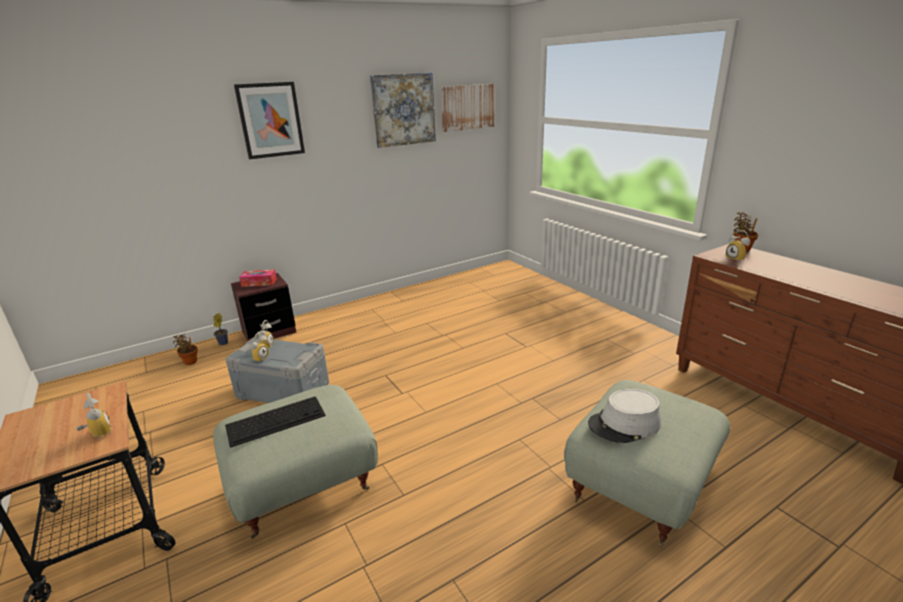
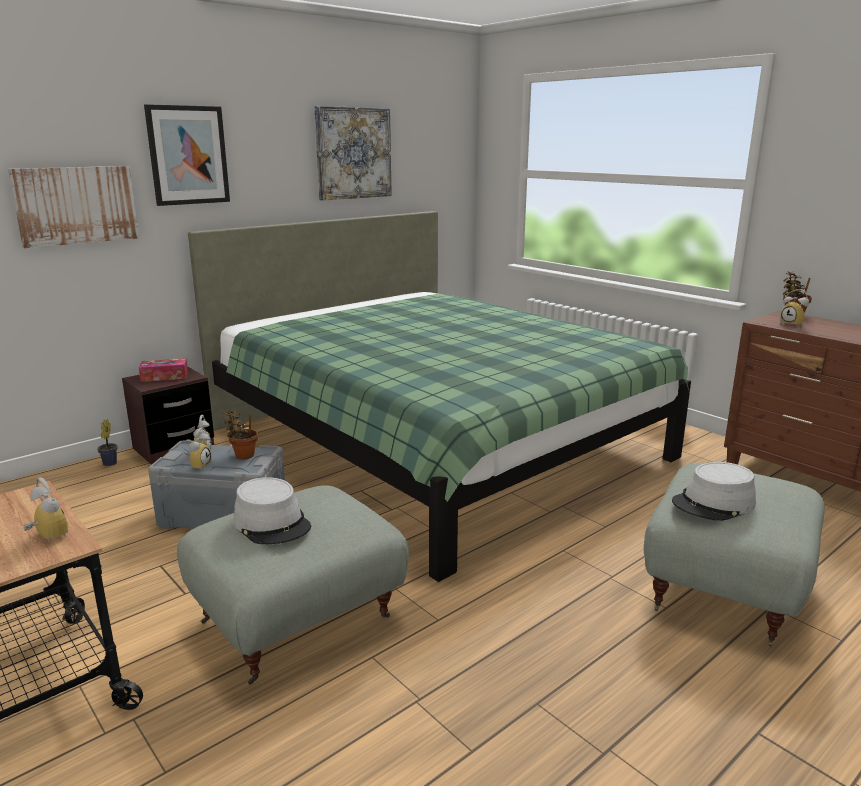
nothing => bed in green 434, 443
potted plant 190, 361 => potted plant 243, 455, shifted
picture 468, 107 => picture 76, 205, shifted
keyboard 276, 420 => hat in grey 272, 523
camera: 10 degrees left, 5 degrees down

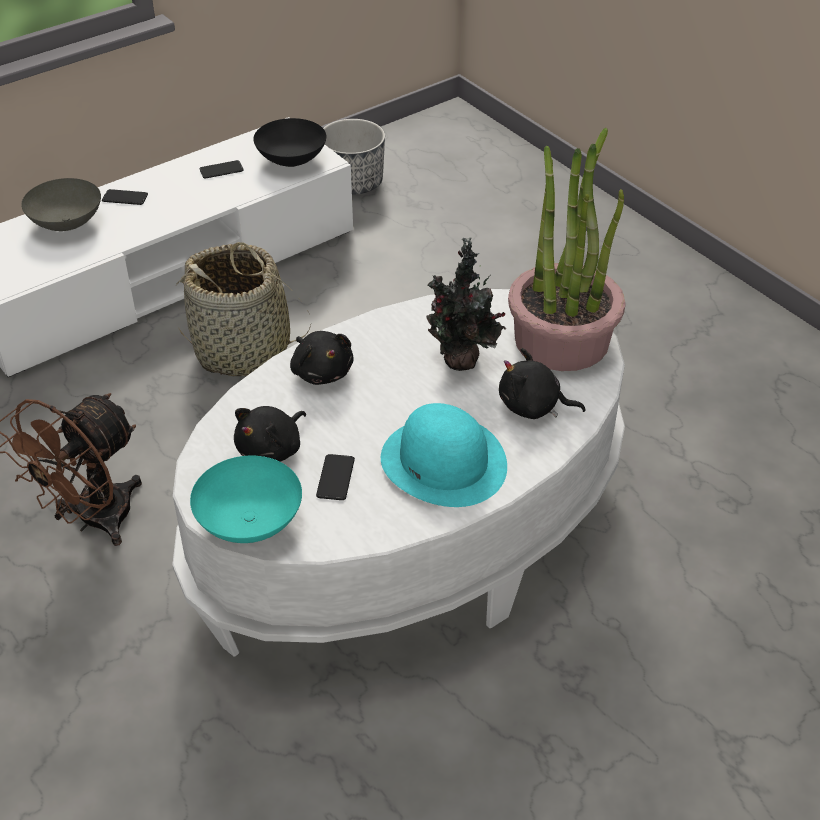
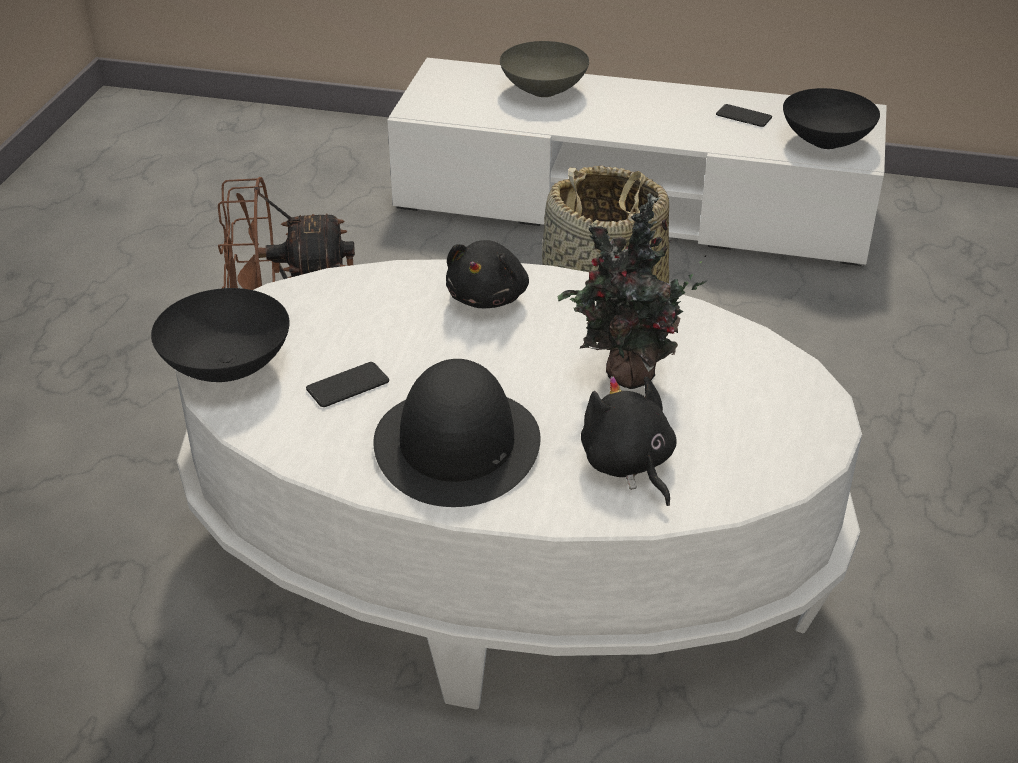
phone 125, 198 => nothing
plush toy in black 272, 449 => nothing
planter 354, 183 => nothing
potted plant 562, 339 => nothing
bowl in turquoise 249, 522 => bowl in black 227, 366
hat in turquoise 444, 462 => hat in black 457, 445
camera: 50 degrees right, 5 degrees down

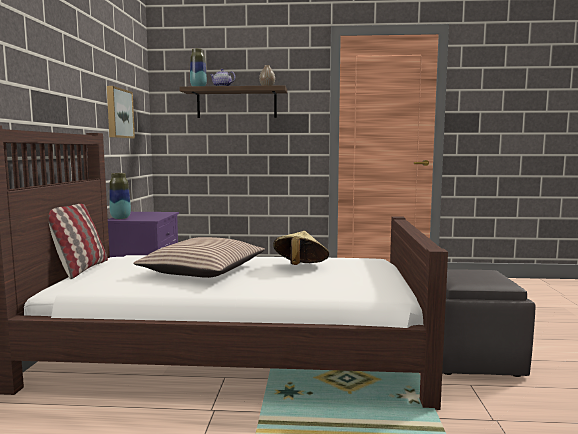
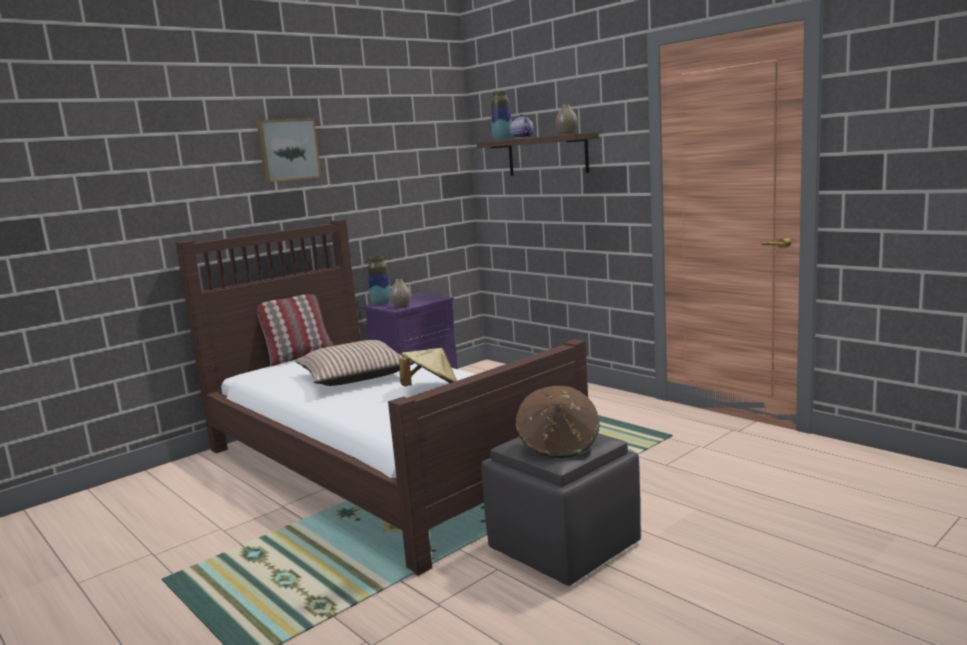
nothing => vase 401, 306
nothing => hat in brown 559, 445
picture 118, 113 => picture 288, 150, shifted
camera: 45 degrees right, 5 degrees up

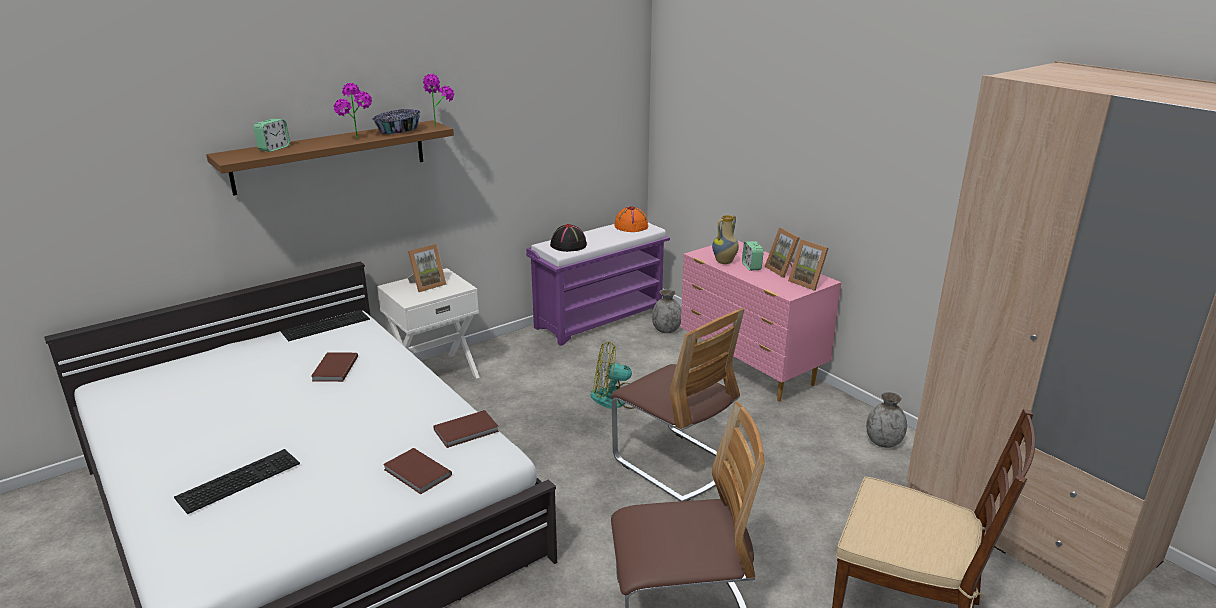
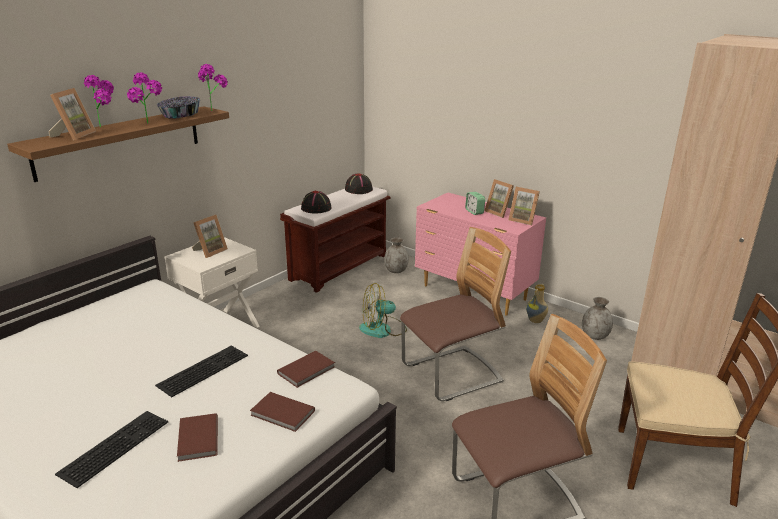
nothing => potted plant 107, 126
keyboard 326, 324 => keyboard 203, 369, shifted
book in brown 334, 369 => book in brown 197, 439, shifted
vase 724, 262 => vase 536, 321, shifted
alarm clock 274, 148 => picture frame 74, 135
bench in purple 600, 318 => bench in brown 339, 267
hat in orange 631, 226 => hat in black 358, 189
chair 675, 463 => chair 451, 374, 60 degrees counterclockwise
camera: 15 degrees left, 0 degrees up

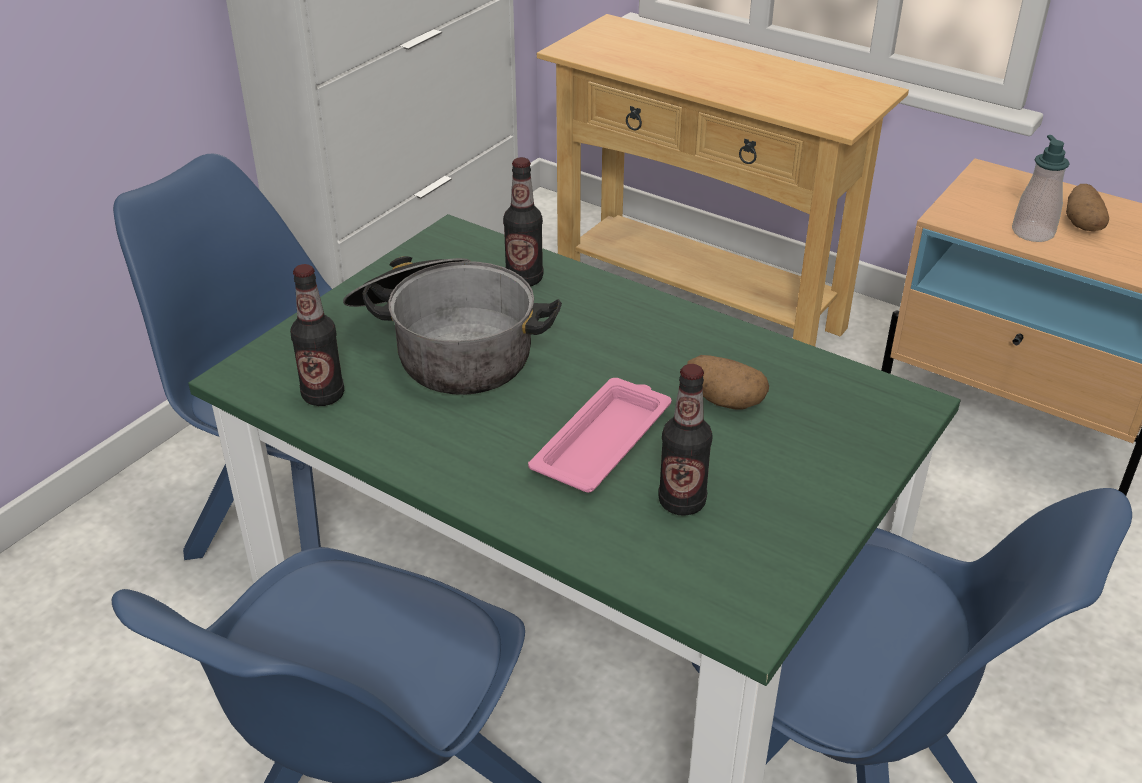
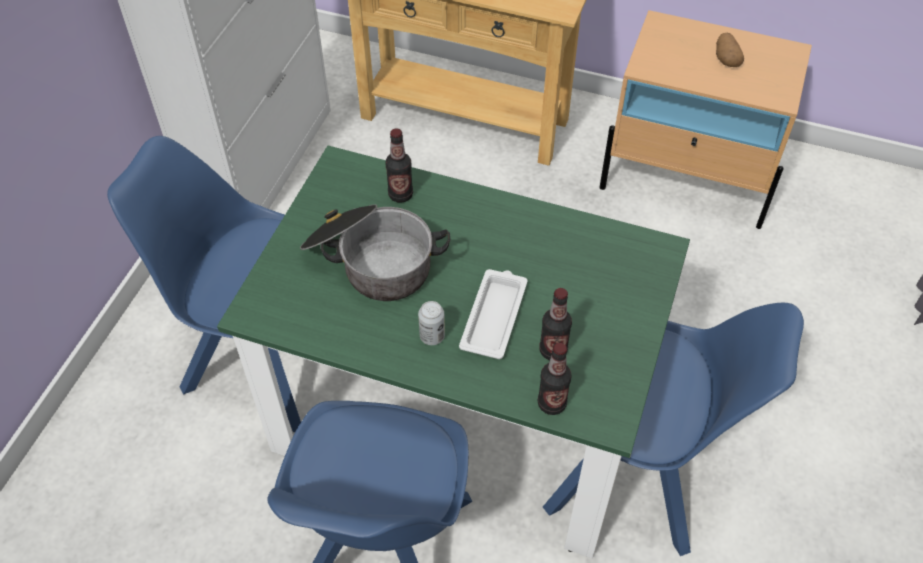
potato 723, 400 => nothing
soap dispenser 1032, 232 => nothing
nothing => can 432, 336
bottle 323, 395 => bottle 551, 403, shifted
tray in pink 604, 441 => tray in white 494, 316
camera: 15 degrees left, 15 degrees up

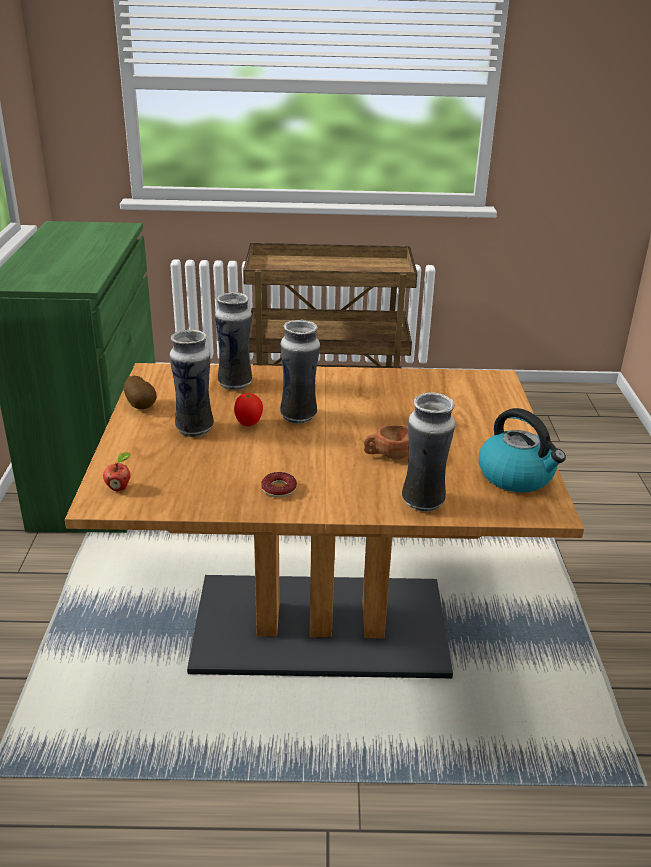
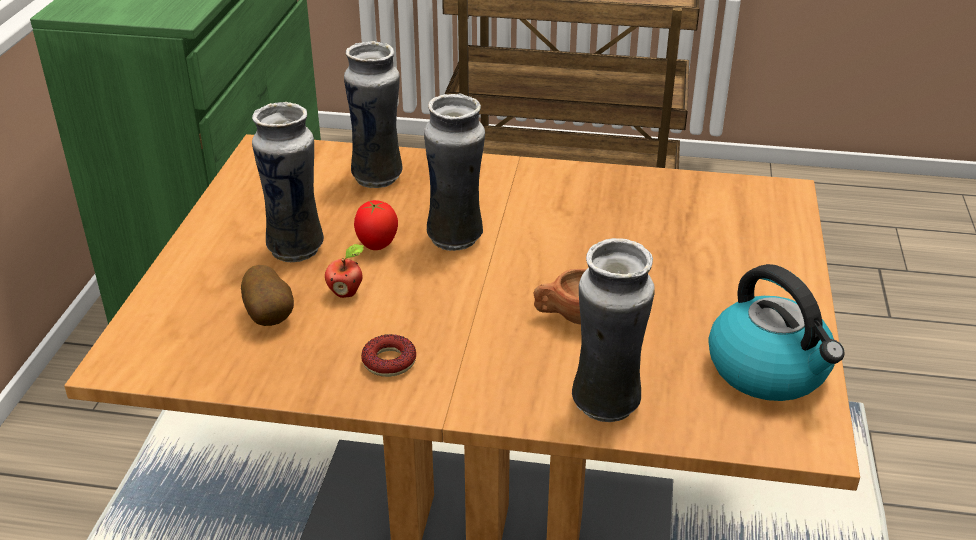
apple 119, 488 => apple 347, 292, shifted
potato 142, 406 => potato 270, 317, shifted
camera: 10 degrees right, 5 degrees up

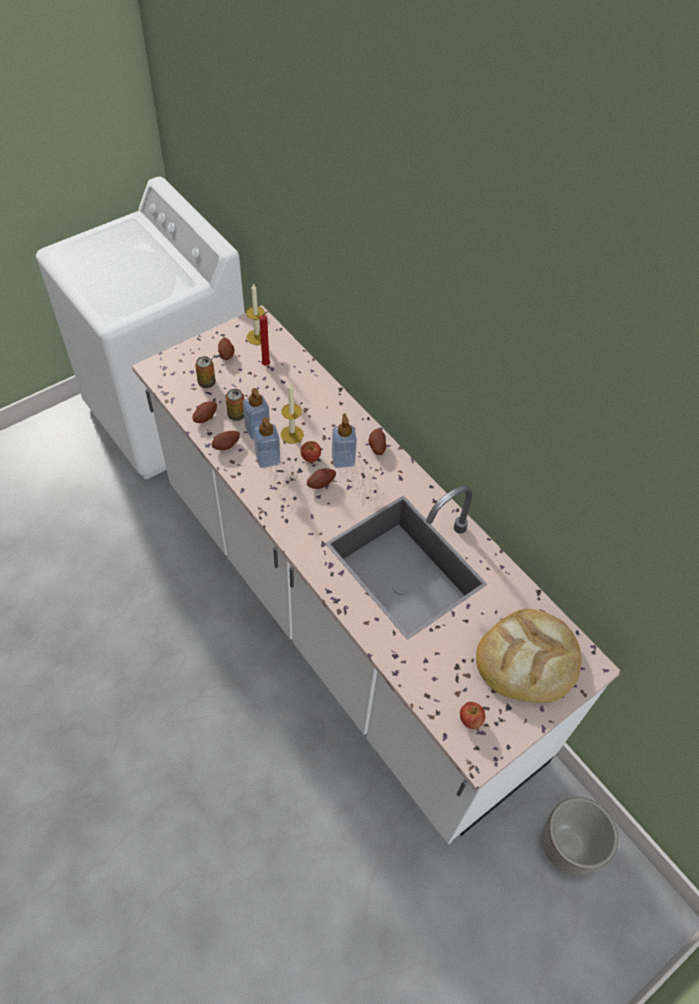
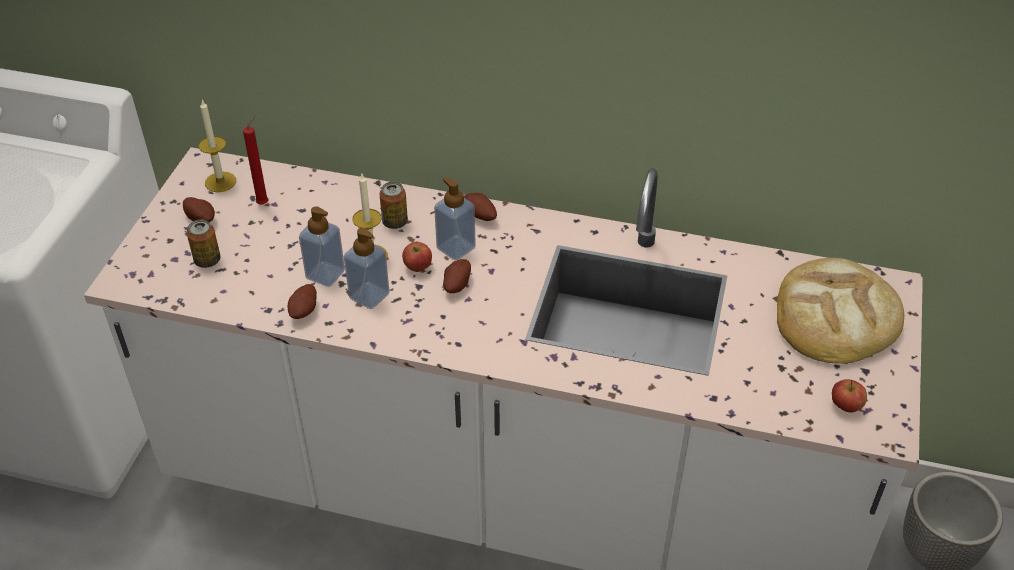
potato 205, 417 => nothing
can 236, 415 => can 395, 222, shifted
camera: 35 degrees left, 10 degrees down

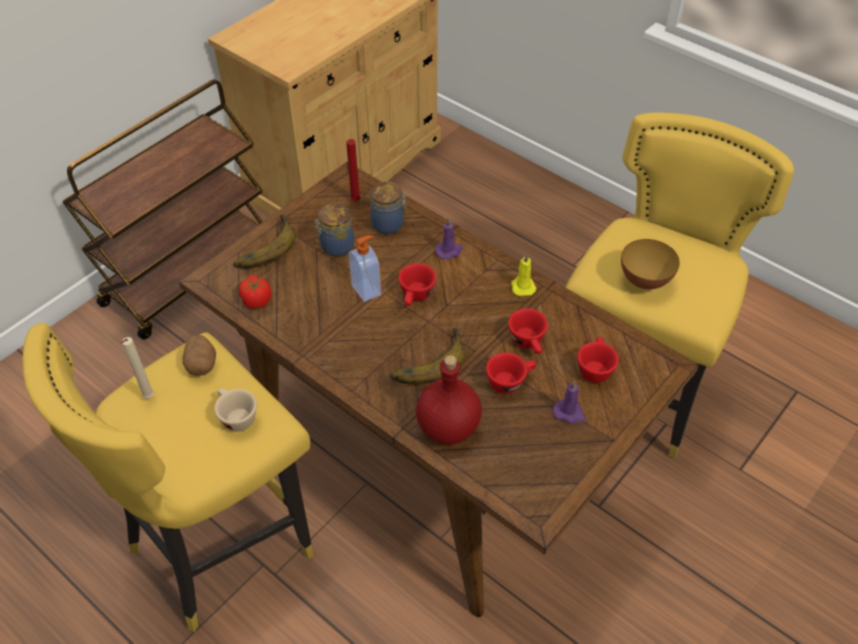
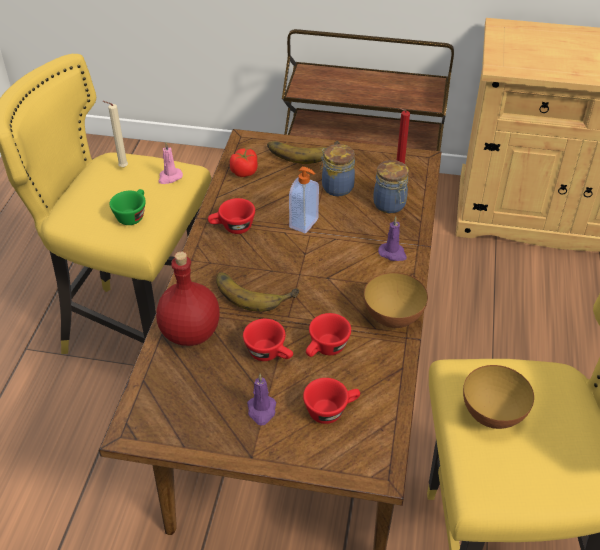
cup in red 416, 297 => cup in red 232, 228, shifted
potato 201, 364 => candle in pink 169, 177
candle in yellow 522, 286 => bowl 393, 318
cup in beige 235, 417 => cup in green 132, 215
camera: 60 degrees right, 5 degrees down

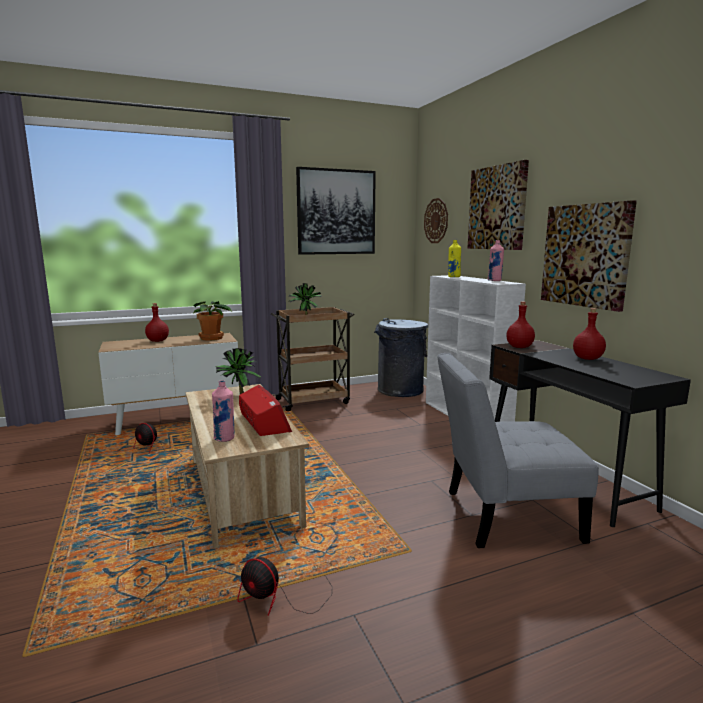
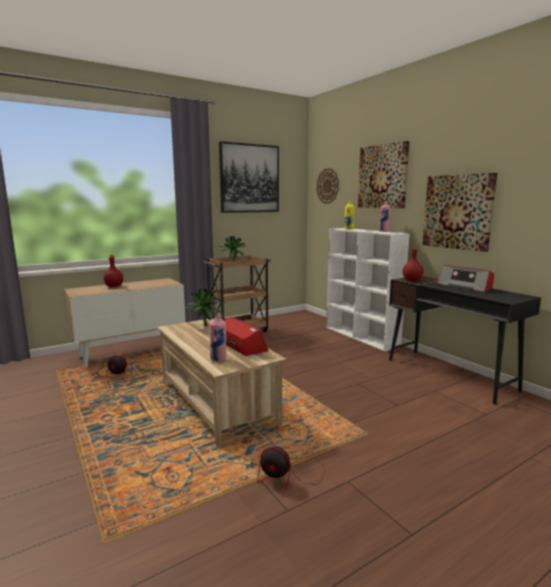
potted plant 212, 338 => nothing
trash can in grey 400, 391 => nothing
chair in grey 503, 516 => nothing
bottle in red 588, 358 => radio 465, 286
camera: 10 degrees left, 0 degrees up

